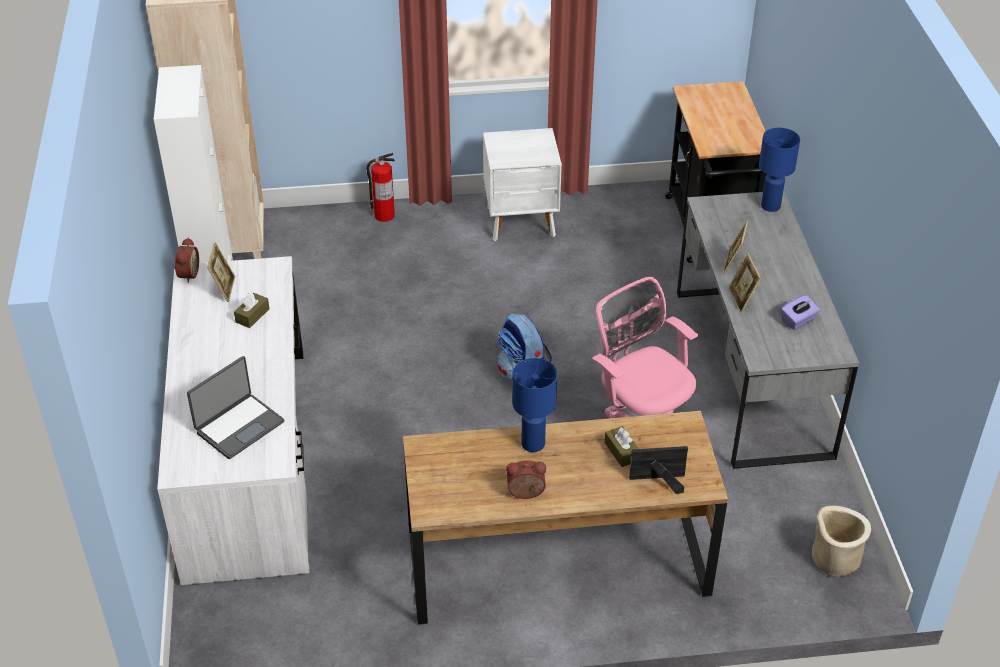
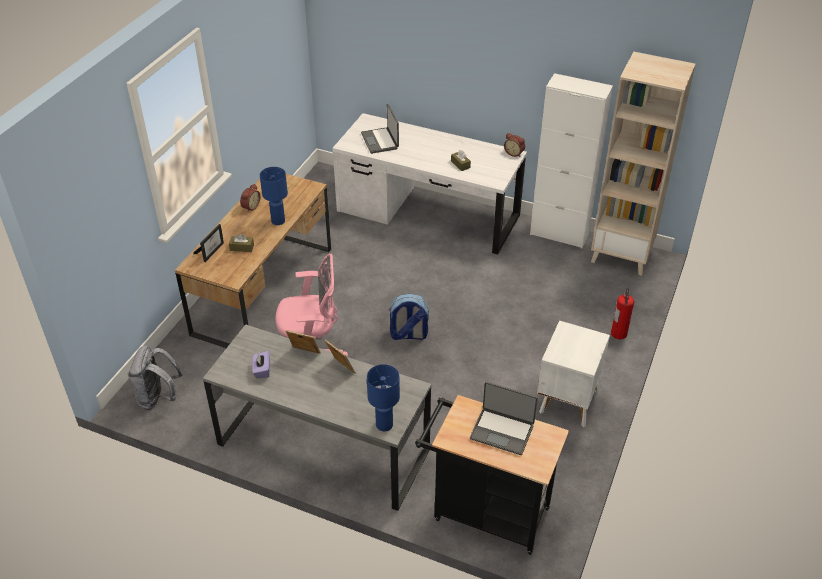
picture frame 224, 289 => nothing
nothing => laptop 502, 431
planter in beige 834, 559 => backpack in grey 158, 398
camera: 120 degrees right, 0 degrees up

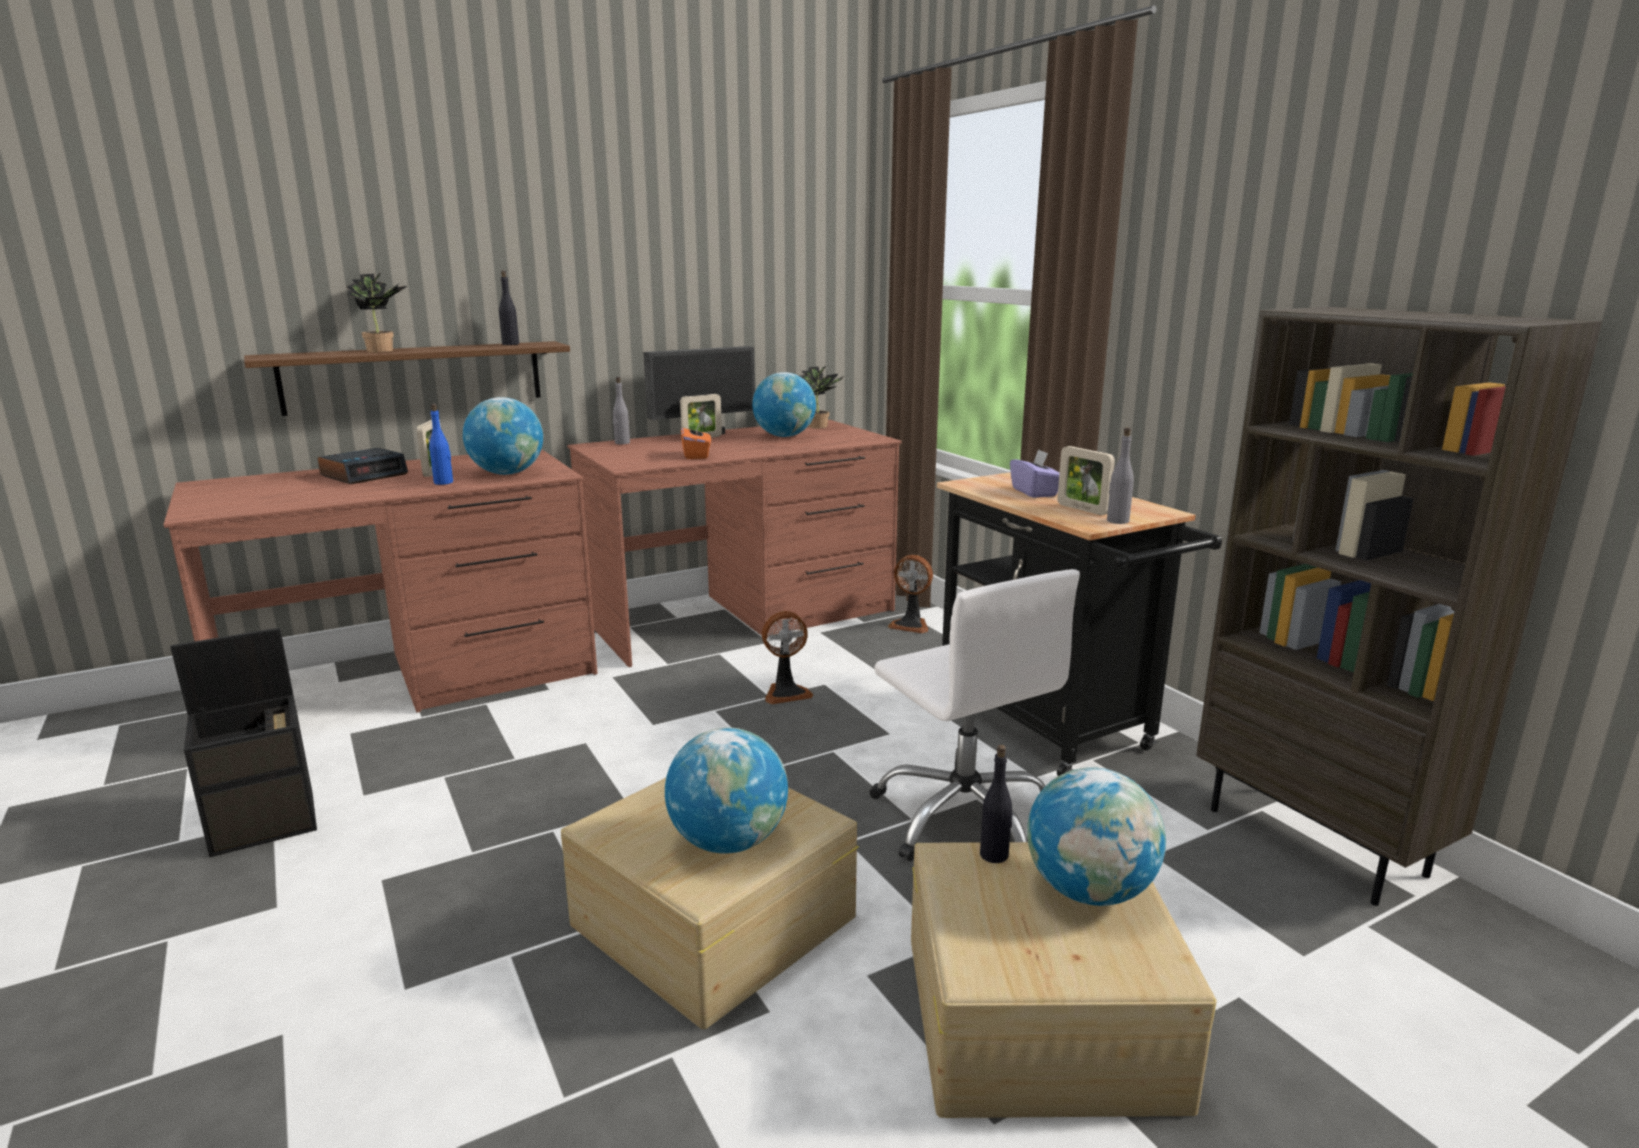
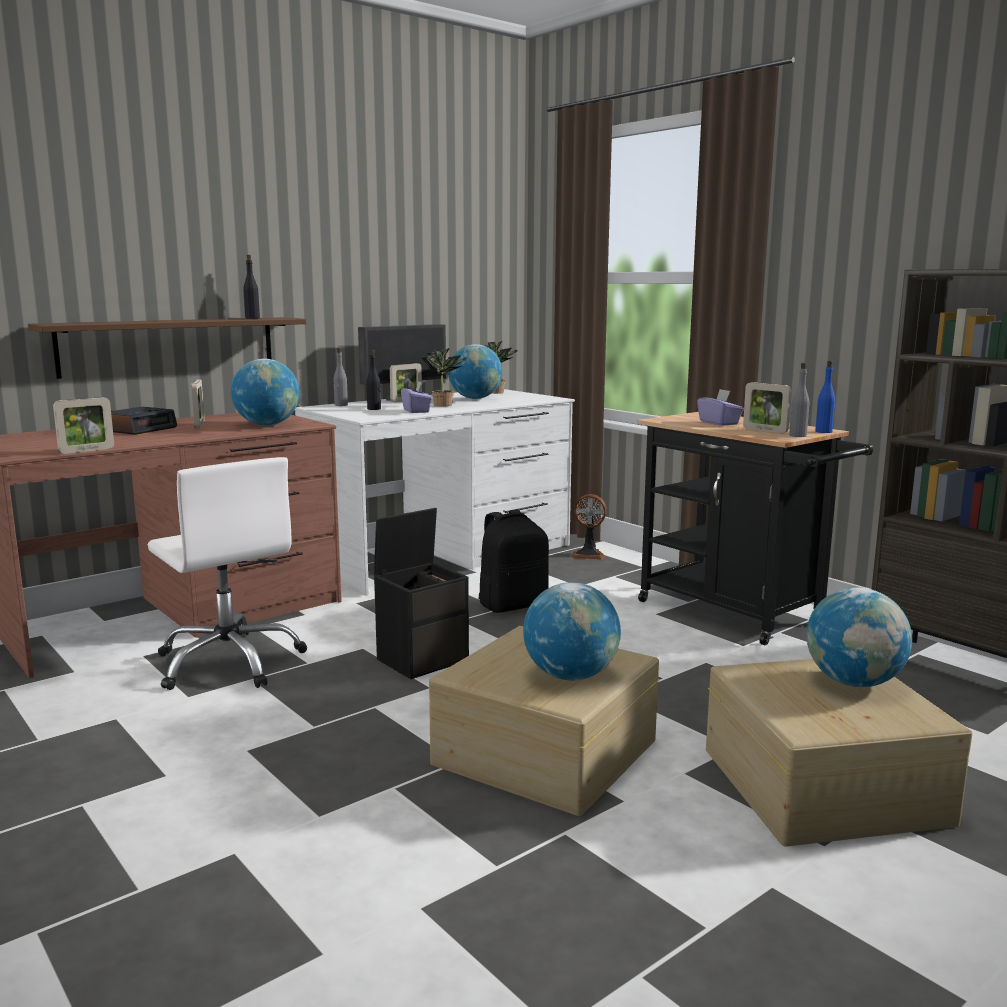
nothing => picture frame 87, 450
storage box in black 266, 822 => storage box in black 423, 659, shifted
potted plant 384, 350 => potted plant 445, 405, shifted
bottle in blue 444, 482 => bottle in blue 824, 431, shifted
office chair in white 964, 817 => office chair in white 230, 662, shifted
bottle in black 994, 855 => bottle in black 374, 409, shifted
fan 786, 693 => backpack in black 513, 605
desk in brown 742, 615 => desk in white 442, 555
tissue box in orange 696, 455 => tissue box in purple 416, 411
camera: 10 degrees left, 5 degrees down

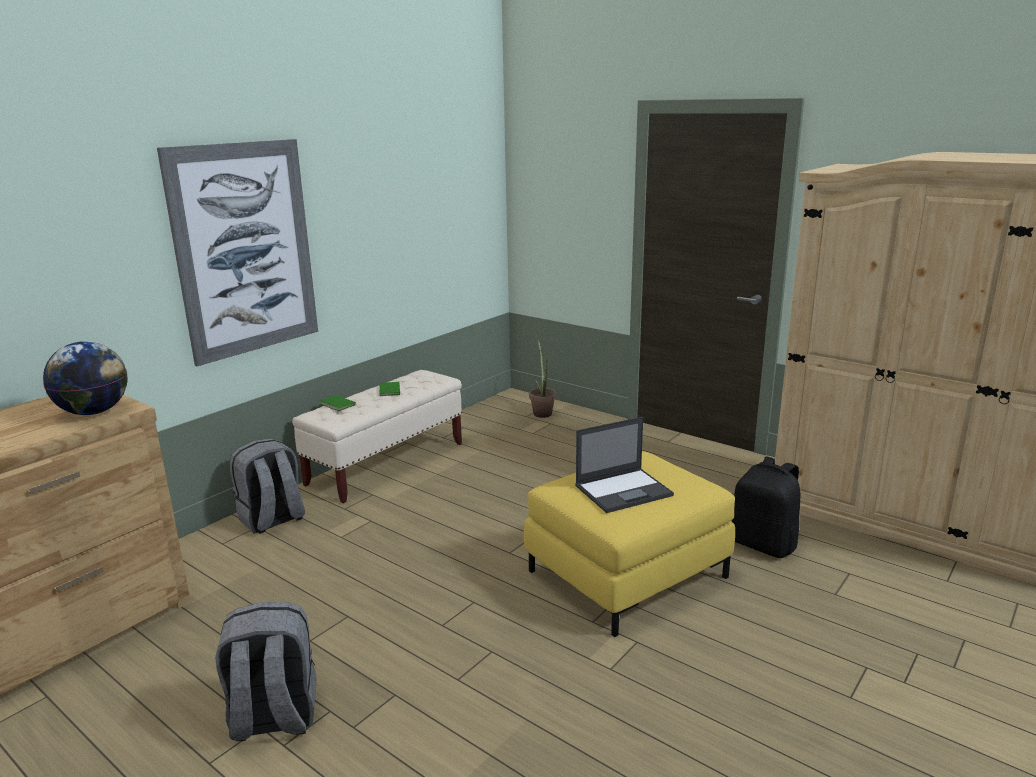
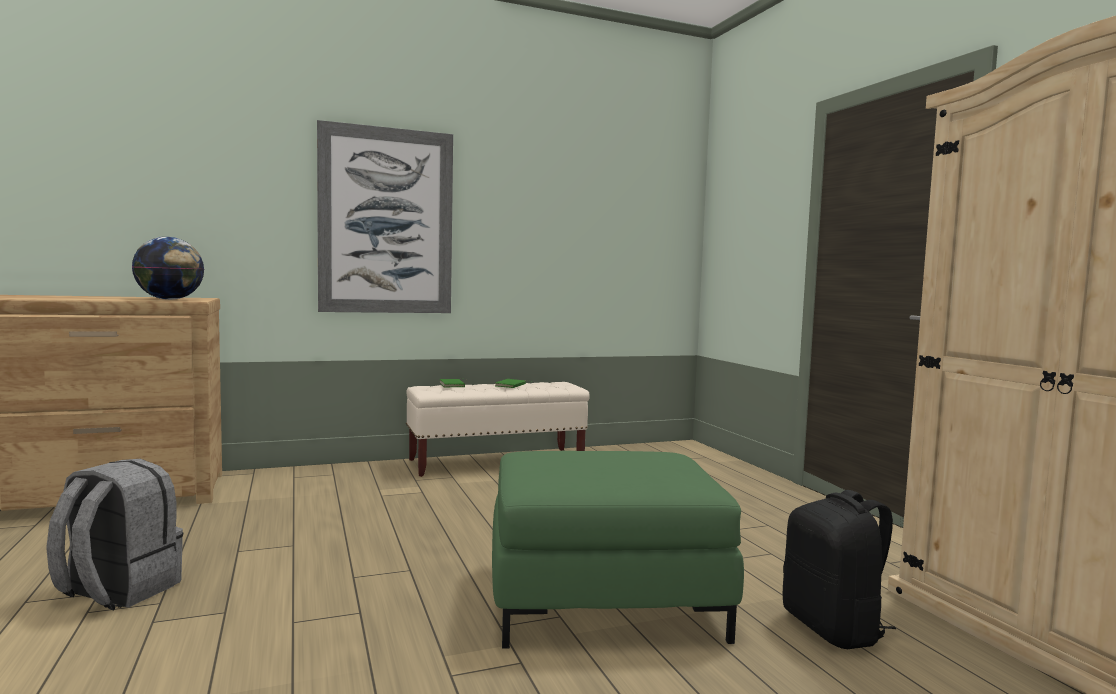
backpack in grey 272, 520 => nothing
potted plant 542, 412 => nothing
laptop 624, 490 => nothing
ottoman in yellow 627, 574 => ottoman in green 604, 599
camera: 30 degrees right, 15 degrees down

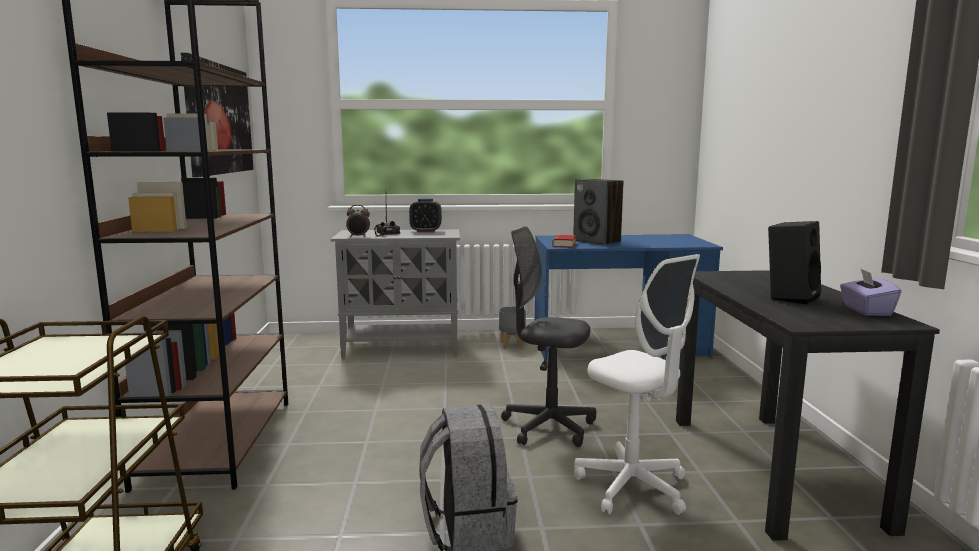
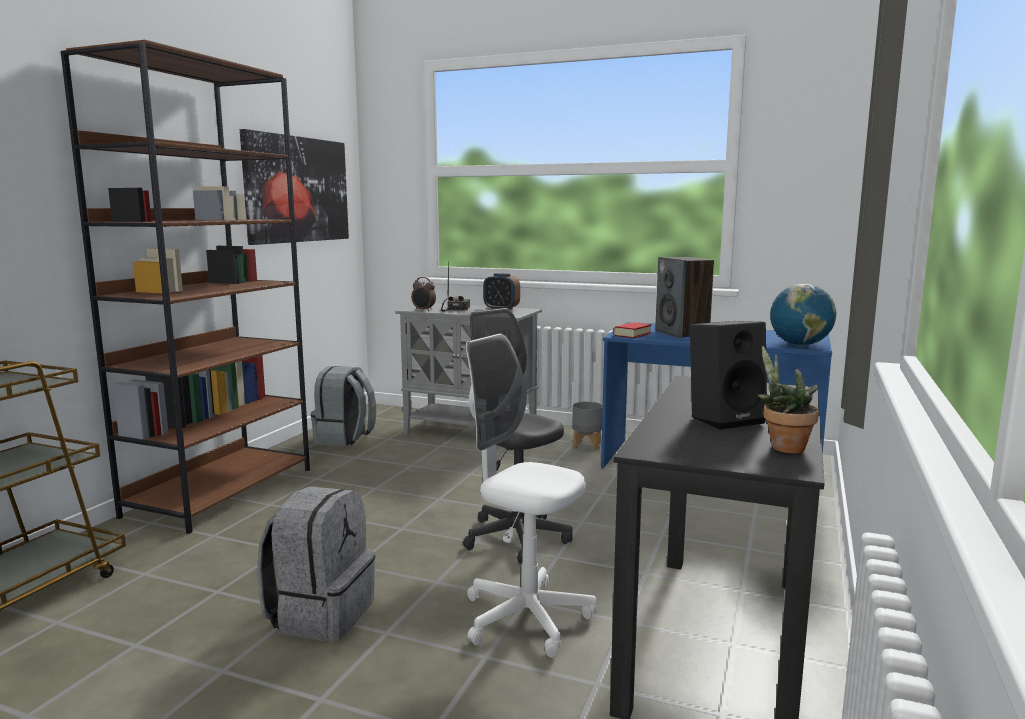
nothing => backpack in grey 345, 438
nothing => globe 800, 345
tissue box in purple 866, 310 => potted plant 783, 447
office chair in white 632, 487 => office chair in white 526, 618, 135 degrees clockwise
camera: 25 degrees right, 0 degrees up

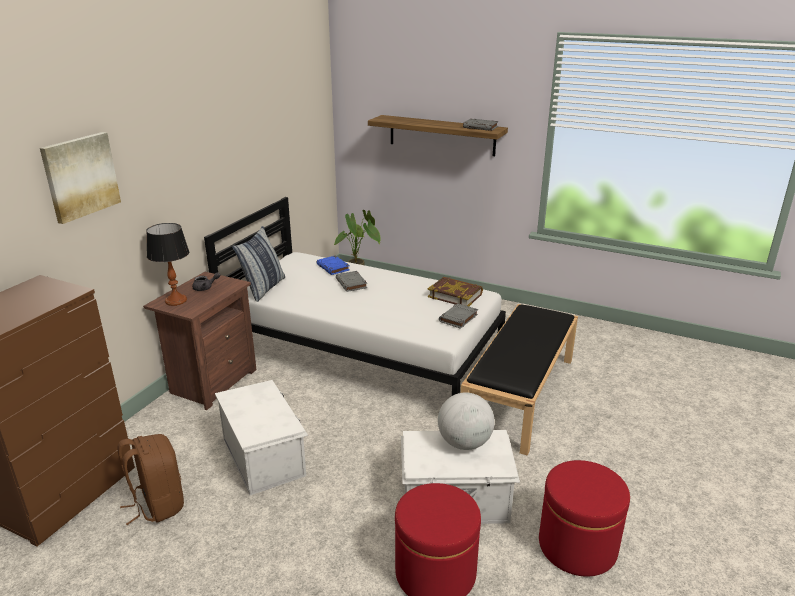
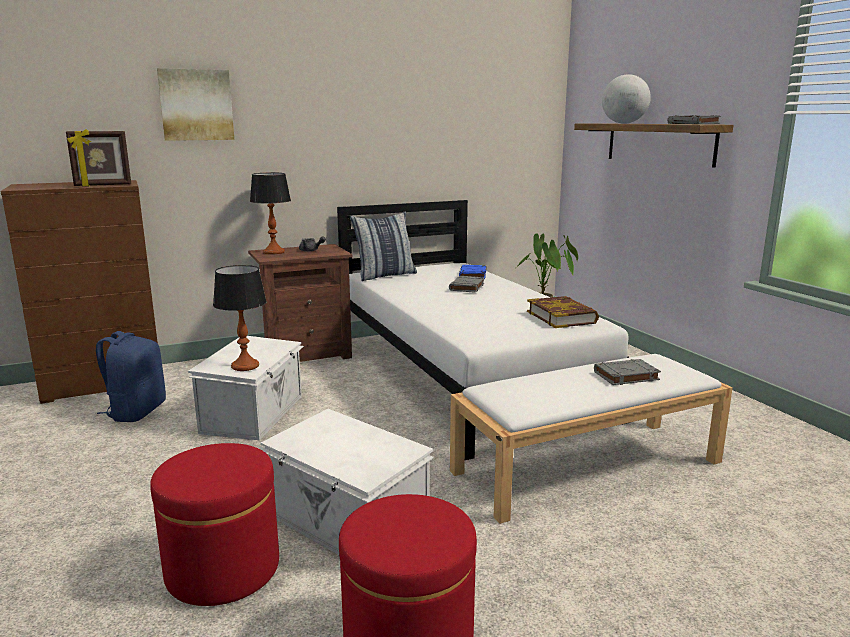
nothing => picture frame 103, 185
nothing => table lamp 244, 366
globe 464, 443 => globe 623, 123, shifted
book in grey 458, 318 => book in grey 625, 376, shifted
backpack in brown 157, 504 => backpack in blue 136, 412
bench in black 519, 393 => bench in white 588, 465
camera: 40 degrees right, 10 degrees down

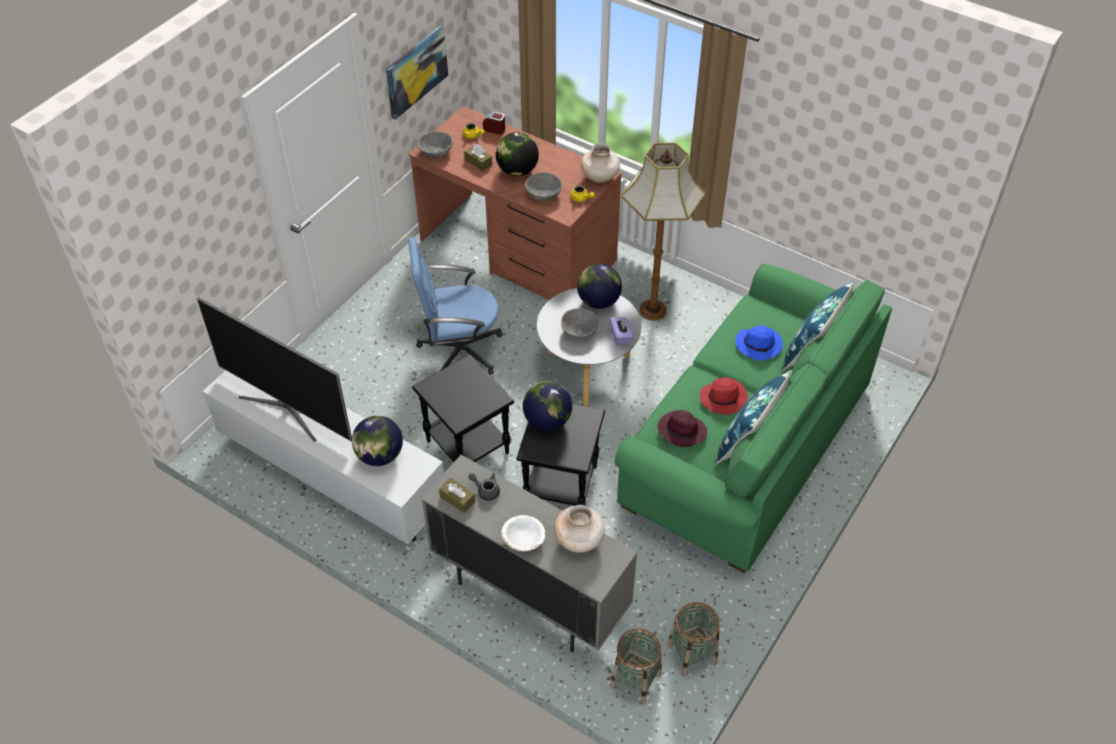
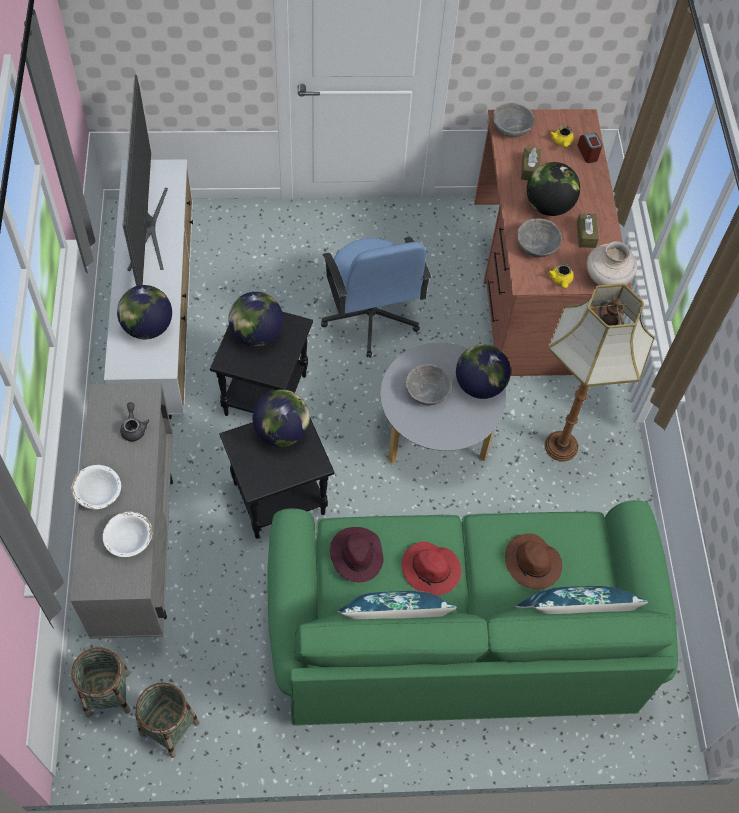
picture 416, 71 => nothing
tissue box in purple 621, 336 => nothing
nothing => globe 256, 334
tissue box in brown 457, 499 => tissue box in brown 586, 235, shifted
vase in beige 579, 540 => bowl in white 129, 540
hat in blue 759, 345 => hat in brown 533, 564
office chair in blue 459, 350 => office chair in blue 370, 317, 150 degrees counterclockwise
camera: 50 degrees right, 10 degrees up

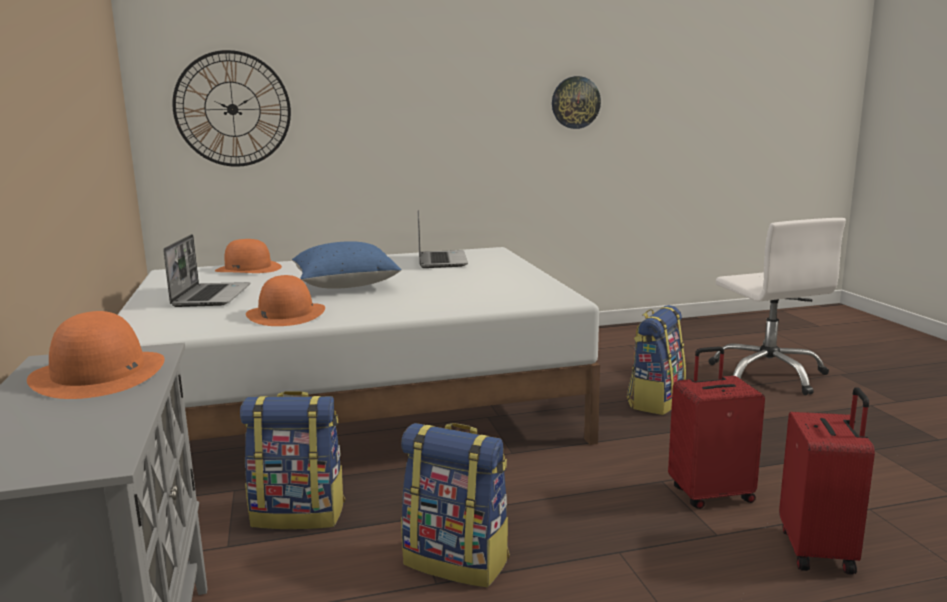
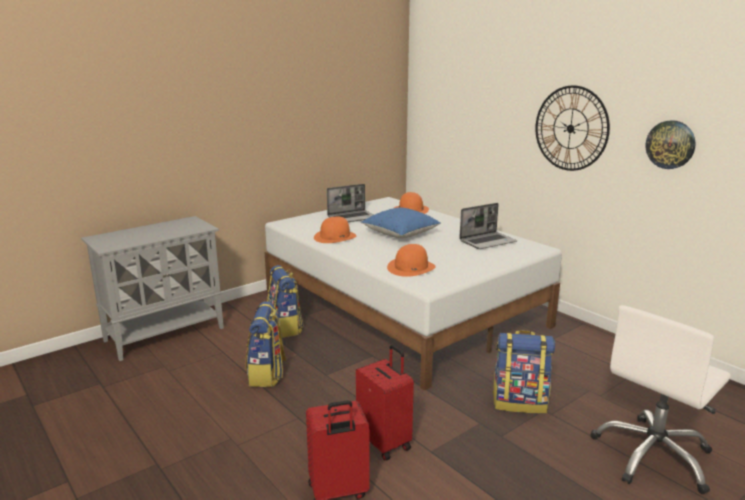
hat in orange 99, 374 => hat in orange 411, 267, shifted
wall clock 232, 109 => wall clock 570, 128, shifted
camera: 65 degrees right, 5 degrees up

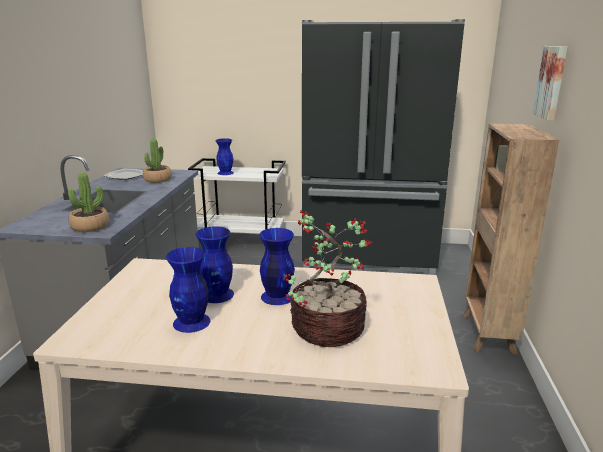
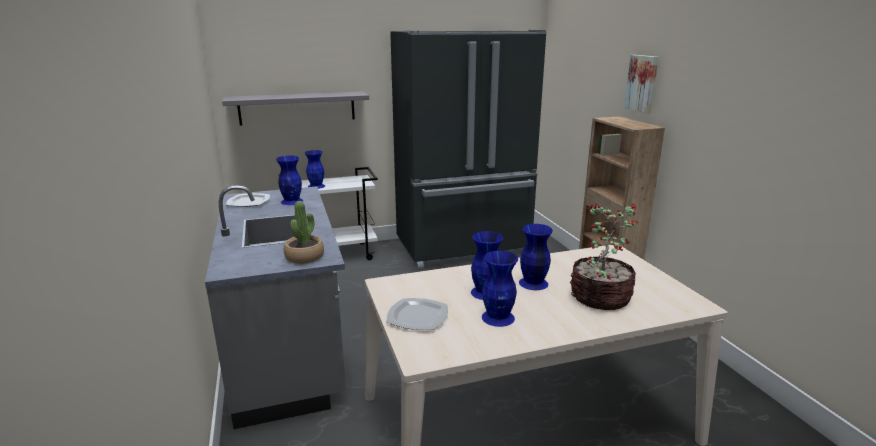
nothing => shelf in grey 297, 108
nothing => plate 417, 316
potted plant 157, 179 => vase in blue 291, 201
camera: 25 degrees left, 0 degrees up

